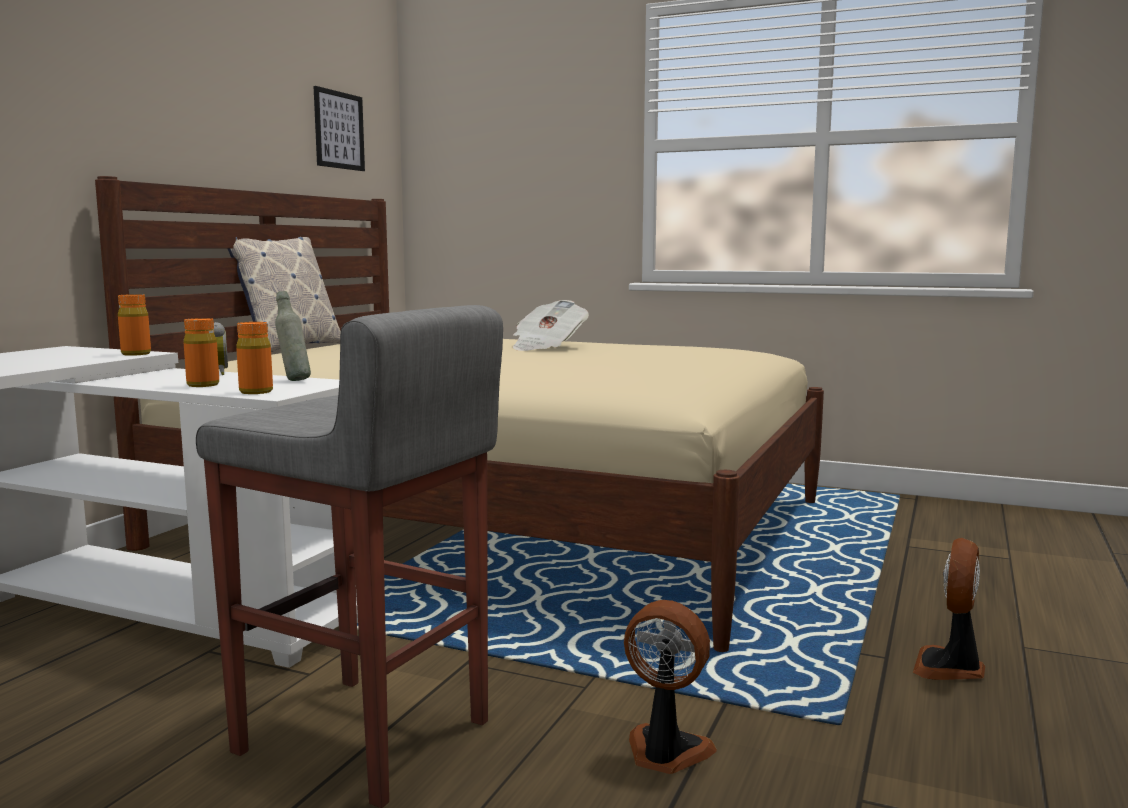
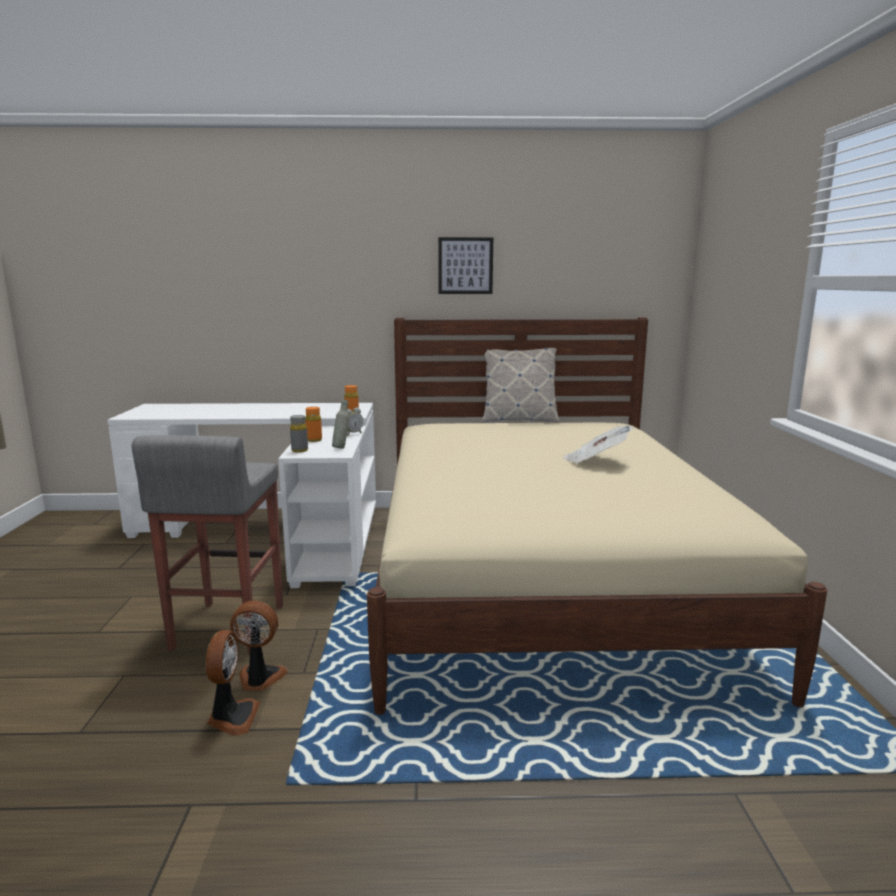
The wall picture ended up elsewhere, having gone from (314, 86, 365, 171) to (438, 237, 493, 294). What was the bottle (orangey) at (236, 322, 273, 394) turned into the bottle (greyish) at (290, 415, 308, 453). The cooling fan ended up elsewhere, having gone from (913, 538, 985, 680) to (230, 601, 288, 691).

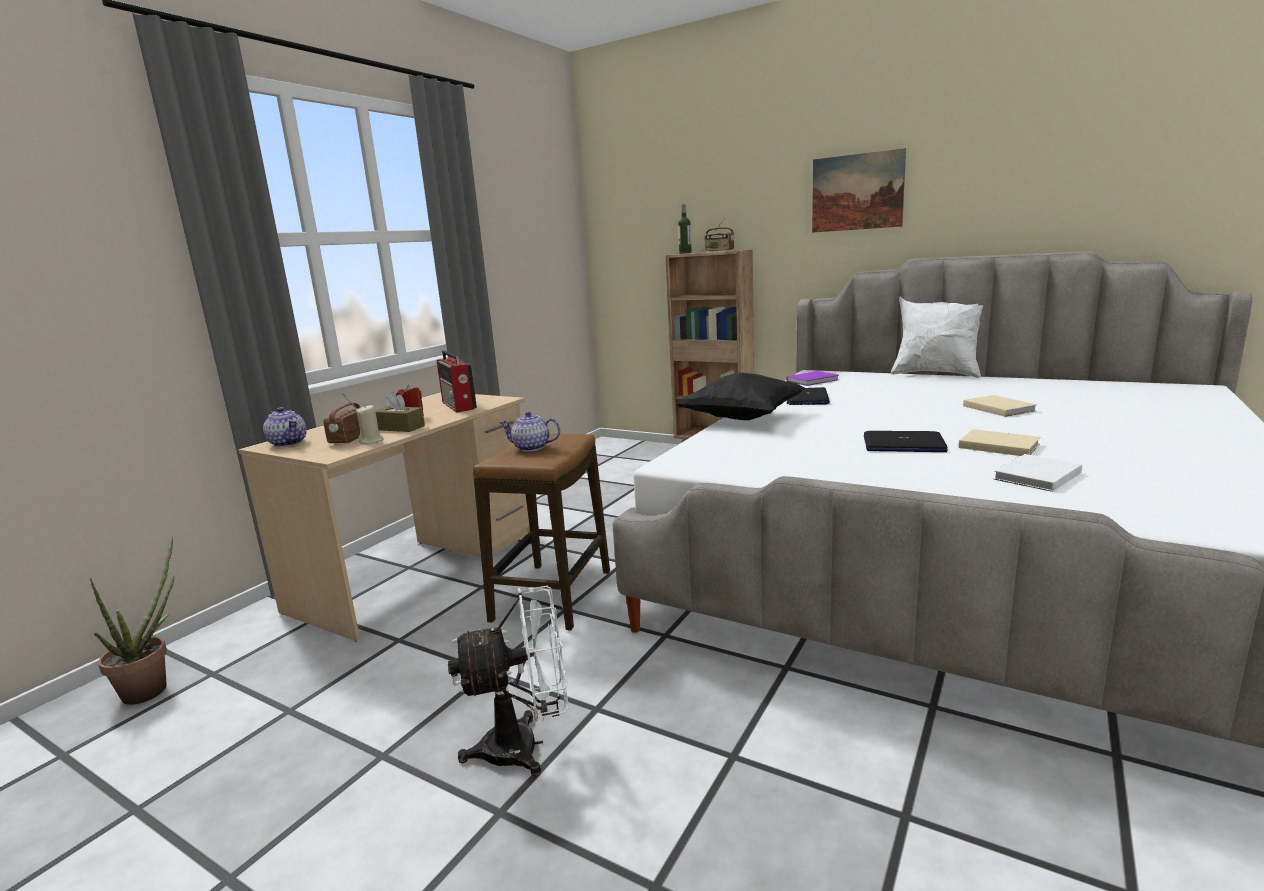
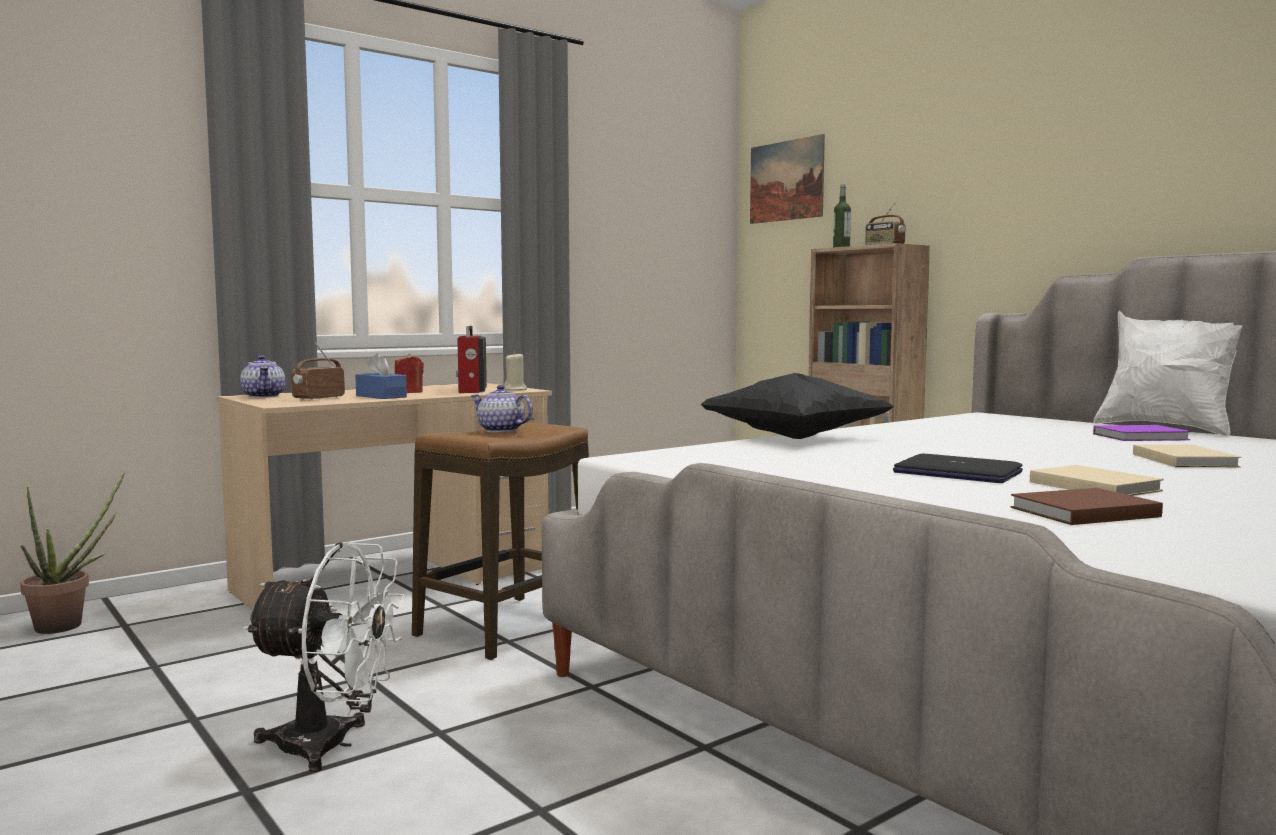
The wall picture ended up elsewhere, having gone from (812, 148, 906, 233) to (750, 134, 825, 224). The bound book (purple) ended up elsewhere, having gone from (787, 371, 839, 386) to (1093, 425, 1191, 441). The second view lost the notebook computer at (787, 387, 830, 405). What was the tissue holder (brownish) at (375, 392, 425, 432) turned into the tissue holder (blue) at (355, 353, 407, 399). The candle (beige-coloured) ended up elsewhere, having gone from (356, 405, 384, 444) to (504, 352, 527, 390). What was the bound book (white) at (993, 454, 1082, 492) turned into the bound book (brownish) at (1010, 488, 1163, 525).

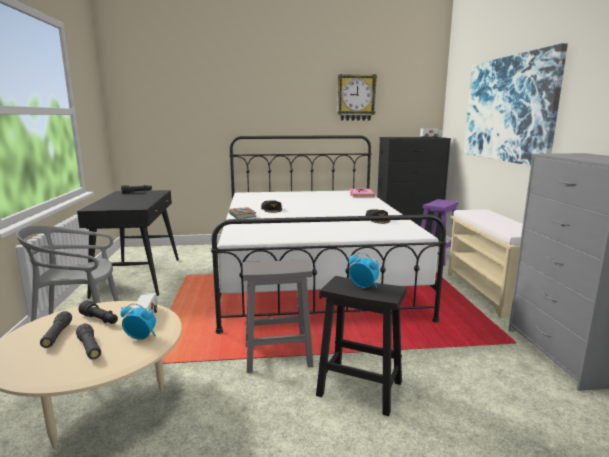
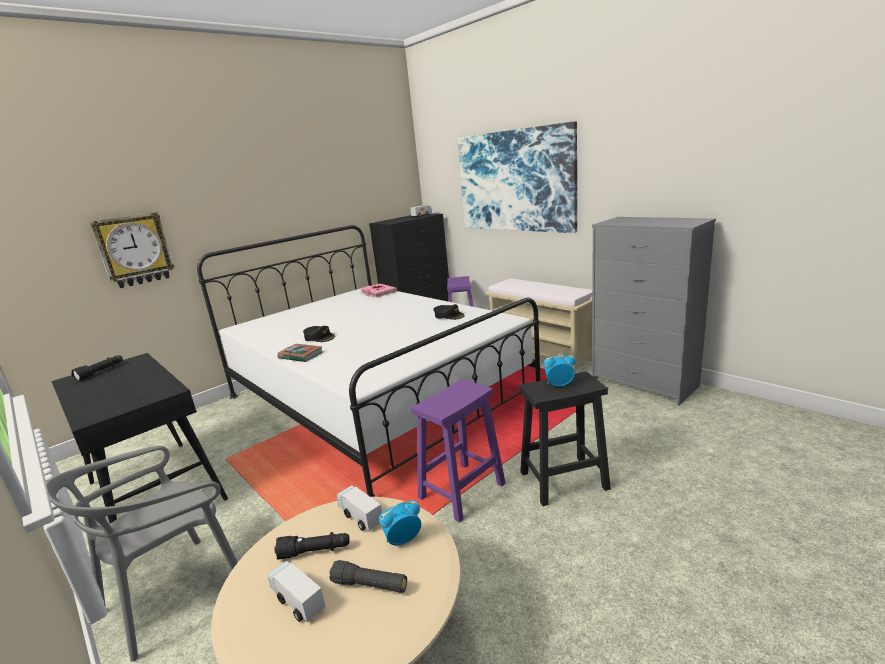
The clock on the wall ended up elsewhere, having gone from (337, 74, 377, 121) to (90, 212, 175, 288). What was the stool seat (greyish) at (242, 259, 313, 373) turned into the stool seat (purple) at (411, 379, 506, 523). Where the torch (black-coloured) stood at (40, 311, 72, 348), the toy truck came to stand at (268, 561, 326, 622).

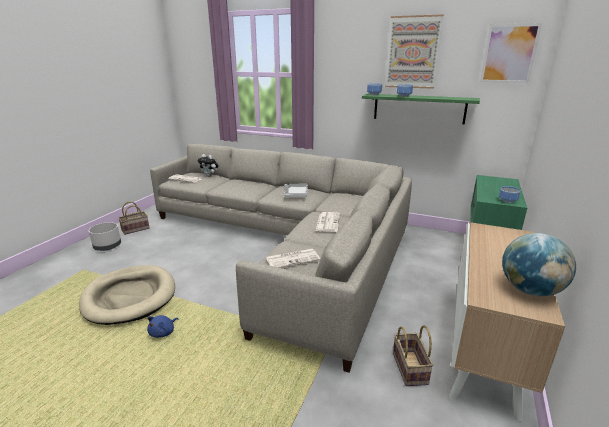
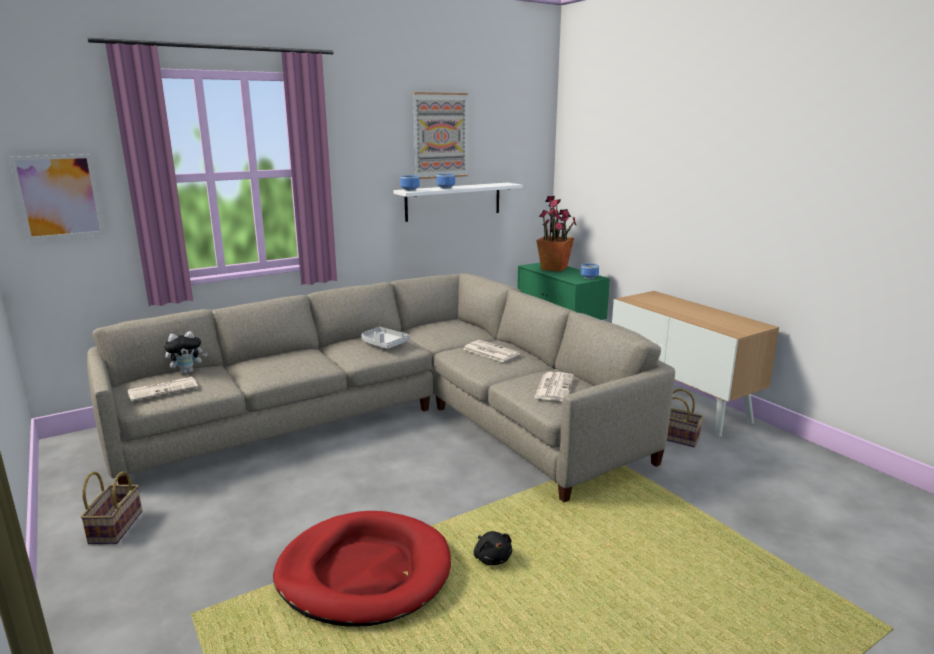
The wall picture ended up elsewhere, having gone from (480, 23, 542, 83) to (10, 154, 105, 241). What was the shelf (green) at (362, 94, 480, 124) turned into the shelf (white) at (393, 182, 523, 222). The second view lost the planter (greyish) at (89, 222, 121, 251). The second view lost the world globe at (502, 233, 576, 296). What was the pet bed (beige-coloured) at (79, 265, 175, 325) turned into the pet bed (red-coloured) at (273, 511, 451, 627). What was the cuddly toy (blue) at (147, 315, 178, 338) turned into the cuddly toy (black-coloured) at (474, 531, 512, 565). The second view gained the potted plant at (536, 196, 576, 272).

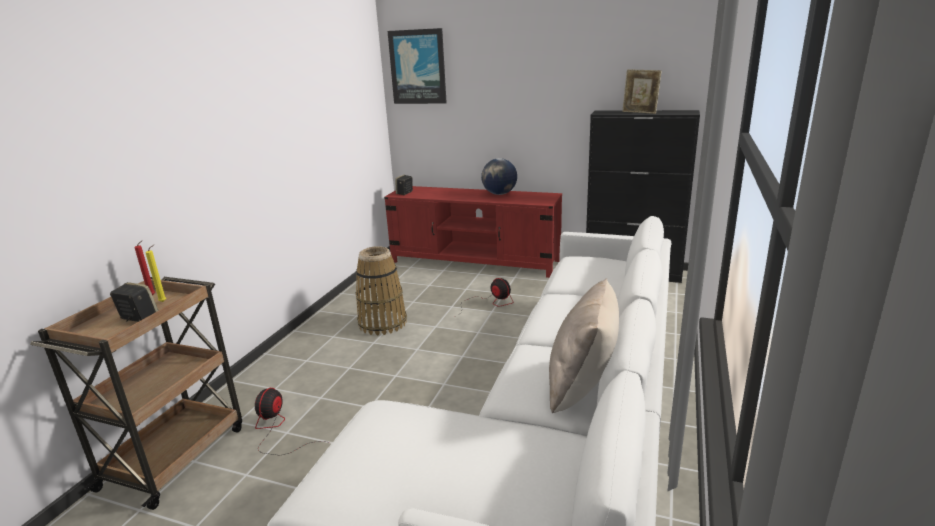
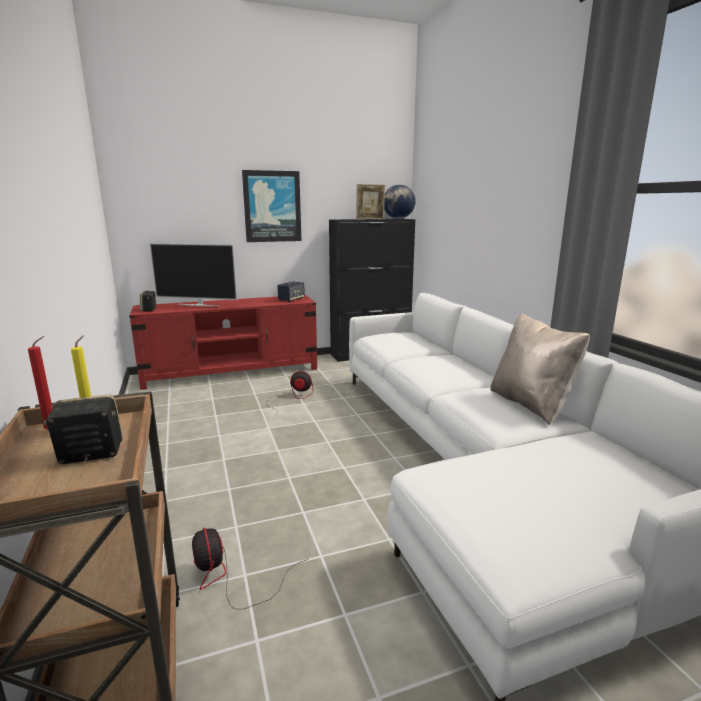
The wall picture ended up elsewhere, having gone from (388, 28, 447, 104) to (242, 170, 301, 242). The world globe ended up elsewhere, having gone from (481, 158, 517, 195) to (384, 184, 416, 219). The second view lost the household basket at (356, 246, 407, 335). The second view gained the TV set at (149, 243, 237, 306). The second view gained the speaker at (277, 282, 305, 302).

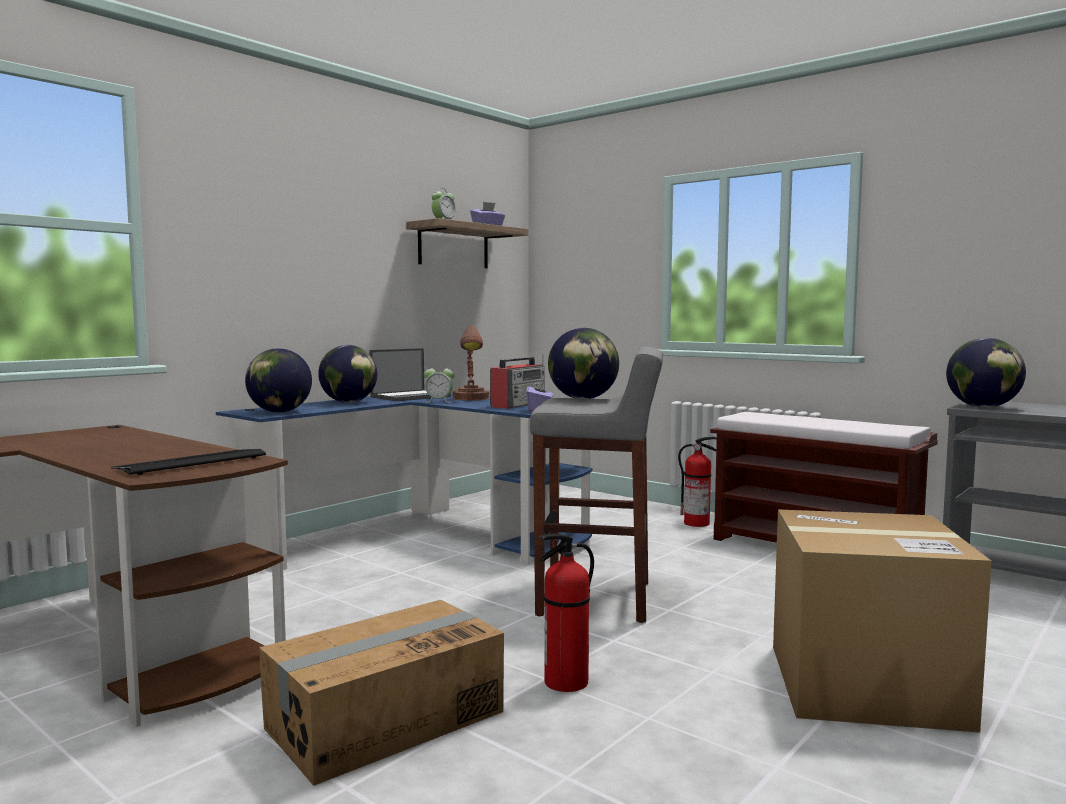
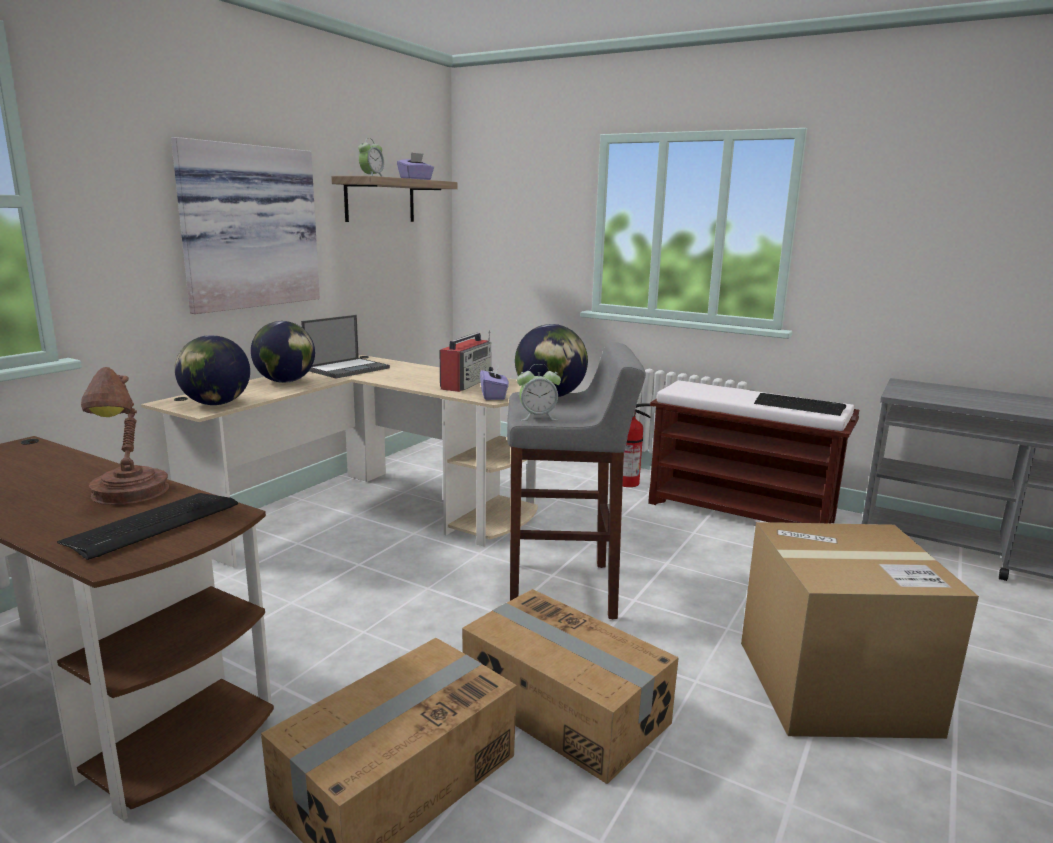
The table lamp (brownish) ended up elsewhere, having gone from (452, 325, 490, 401) to (81, 367, 169, 505). The second view lost the world globe at (946, 338, 1026, 408). The table clock ended up elsewhere, having gone from (424, 364, 455, 403) to (517, 364, 561, 421). What was the desk unit (blue) at (216, 392, 593, 570) turned into the desk unit (beige-coloured) at (141, 355, 538, 568). Where the extinguisher stood at (539, 534, 594, 692), the carton came to stand at (462, 589, 679, 784). The second view gained the wall picture at (171, 137, 320, 314). The second view gained the computer keyboard at (754, 393, 846, 416).

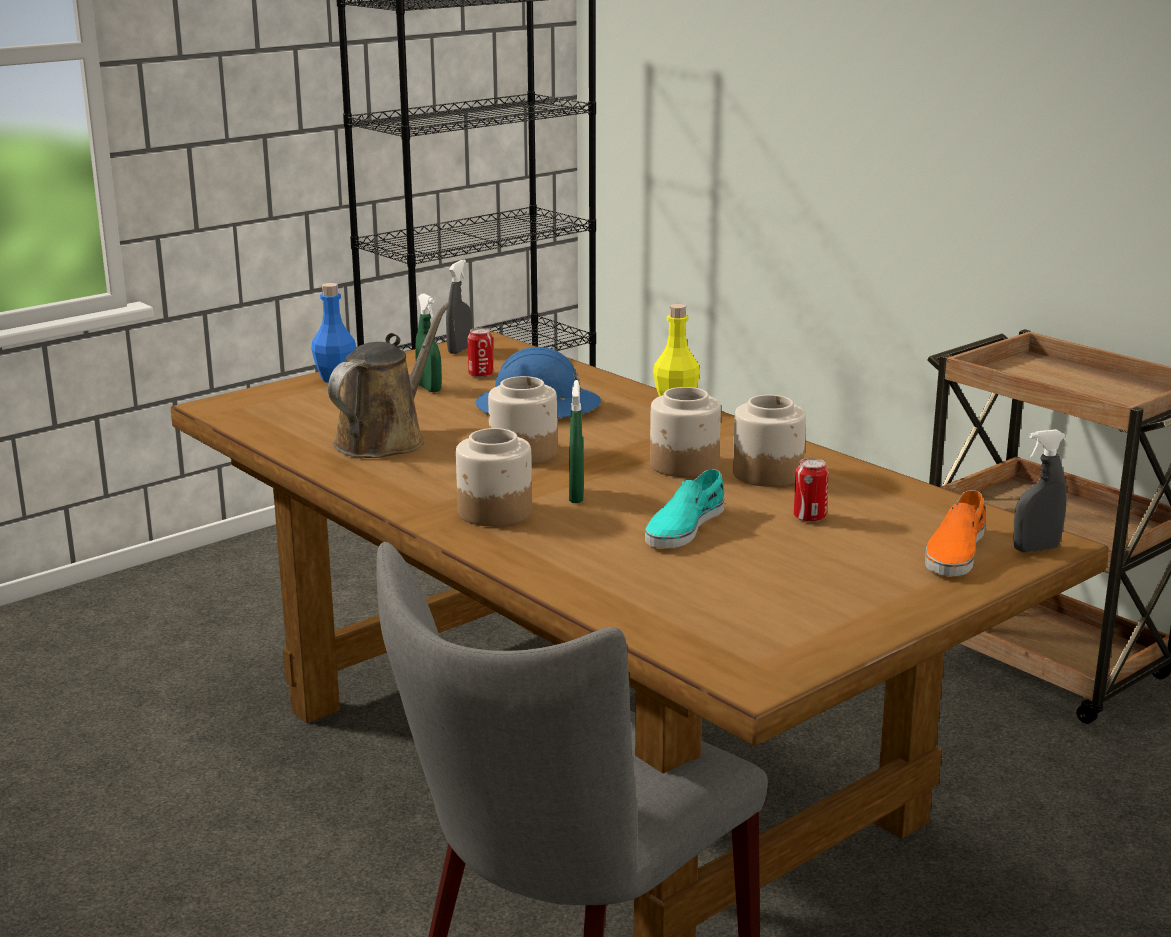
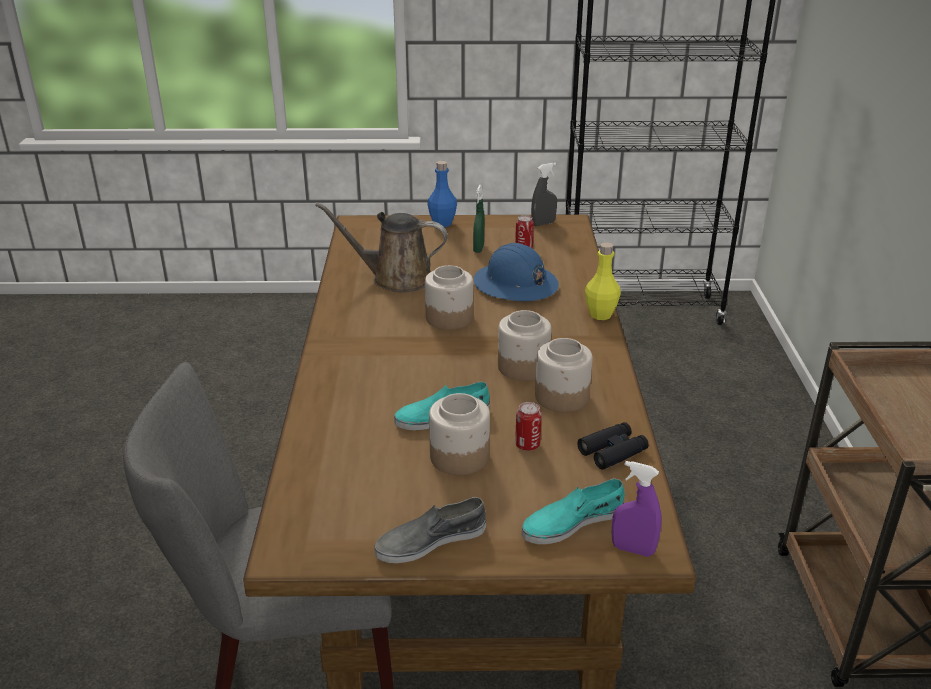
The watering pot (brownish) at (328, 302, 450, 458) ended up facing another way, 150 degrees counterclockwise from before. The second view lost the sprayer (green) at (569, 380, 584, 503). The preserve jar ended up elsewhere, having gone from (456, 428, 532, 527) to (429, 393, 490, 475). What was the sprayer (greyish) at (1013, 429, 1067, 552) turned into the sprayer (purple) at (612, 461, 662, 557). What was the shoe (orangey) at (925, 490, 986, 576) turned into the shoe (turquoise-coloured) at (522, 478, 625, 544). The second view gained the field glasses (black-coloured) at (577, 422, 649, 470). The second view gained the shoe (greyish) at (375, 497, 486, 563).

